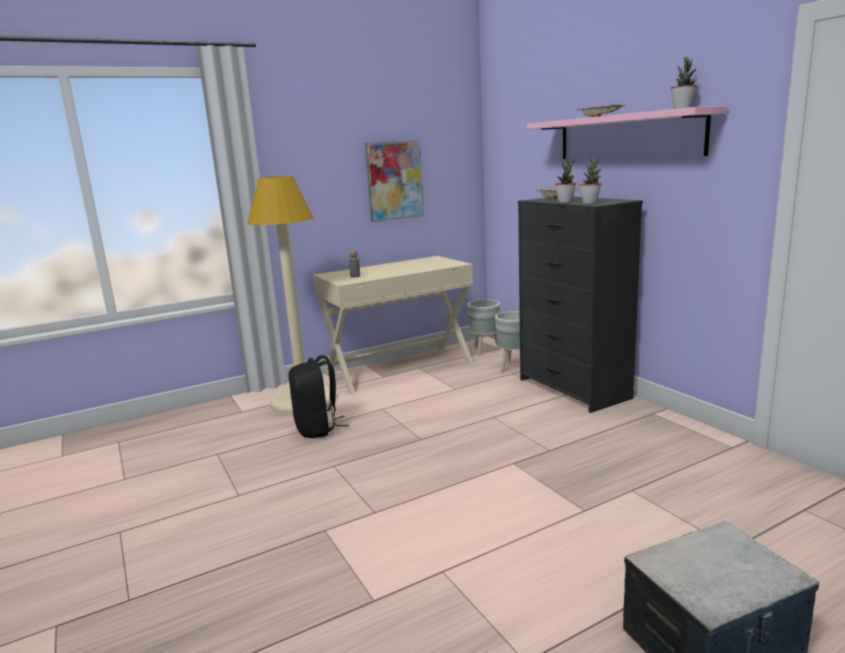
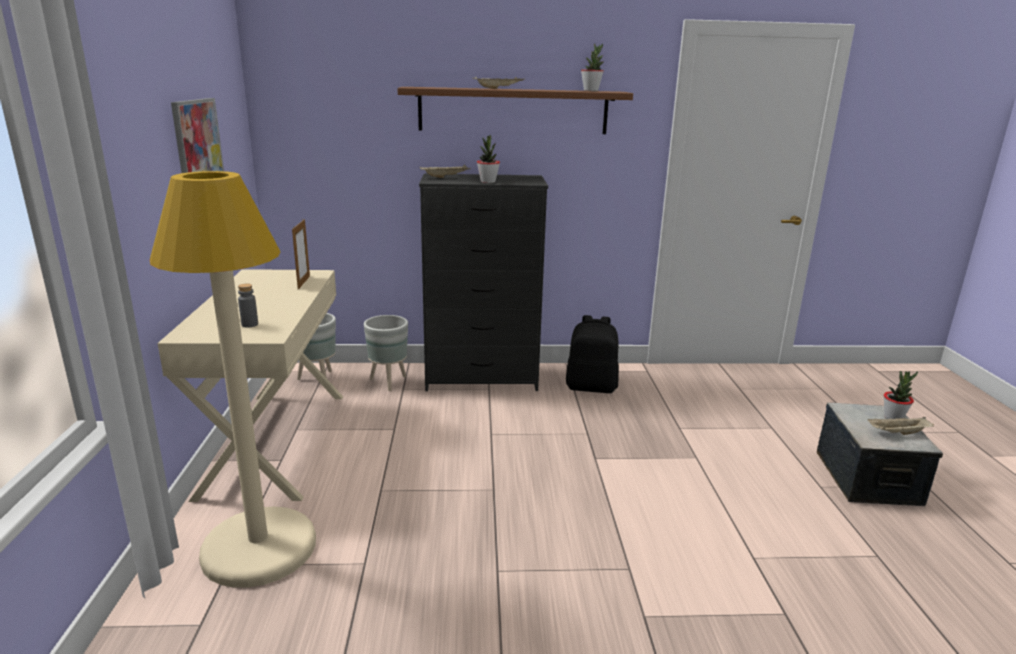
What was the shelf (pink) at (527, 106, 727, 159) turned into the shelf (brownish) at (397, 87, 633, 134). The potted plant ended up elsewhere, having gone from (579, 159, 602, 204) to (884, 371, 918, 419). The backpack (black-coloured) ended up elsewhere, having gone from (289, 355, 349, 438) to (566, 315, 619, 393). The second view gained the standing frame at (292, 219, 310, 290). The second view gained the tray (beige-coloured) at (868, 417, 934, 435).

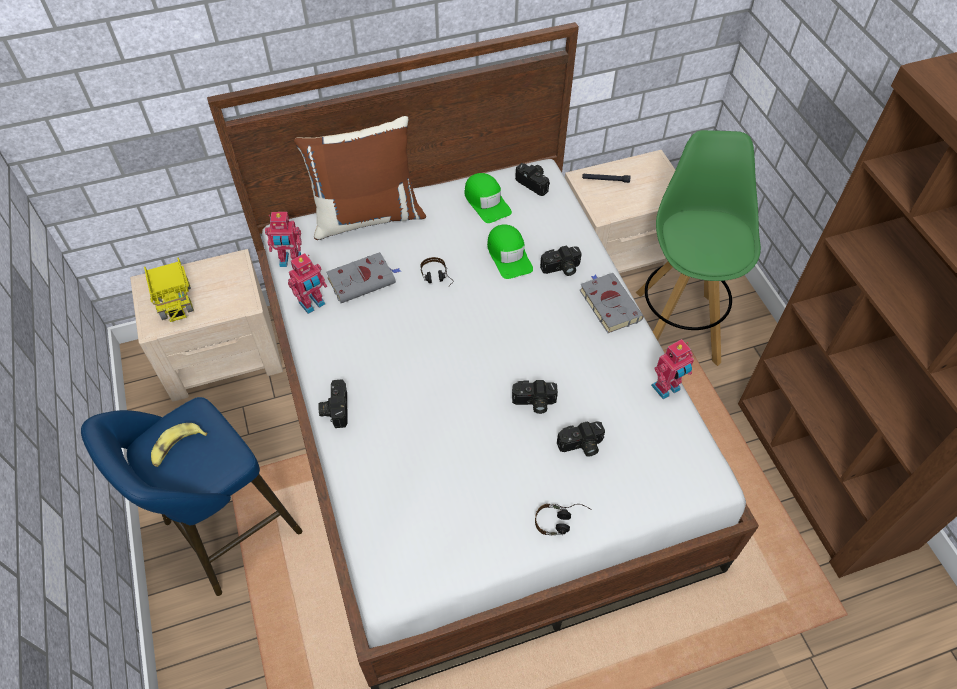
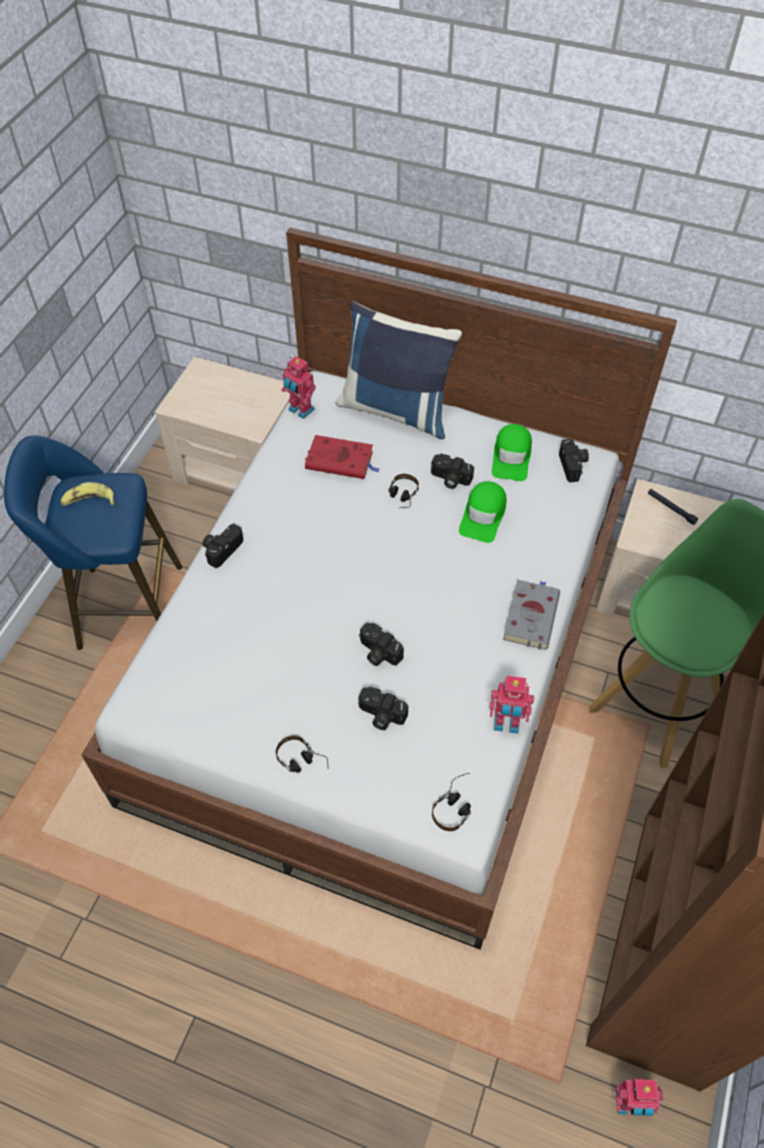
What was the pillow (brownish) at (294, 116, 426, 240) turned into the pillow (blue) at (336, 301, 462, 440). The photo camera ended up elsewhere, having gone from (540, 246, 582, 276) to (431, 454, 474, 489). What was the bound book (greyish) at (326, 252, 400, 303) turned into the bound book (red-coloured) at (305, 435, 380, 479). The toy robot ended up elsewhere, having gone from (288, 253, 327, 314) to (615, 1078, 664, 1116). The second view lost the toy truck at (144, 257, 194, 322). The second view gained the headphones at (432, 773, 471, 831).

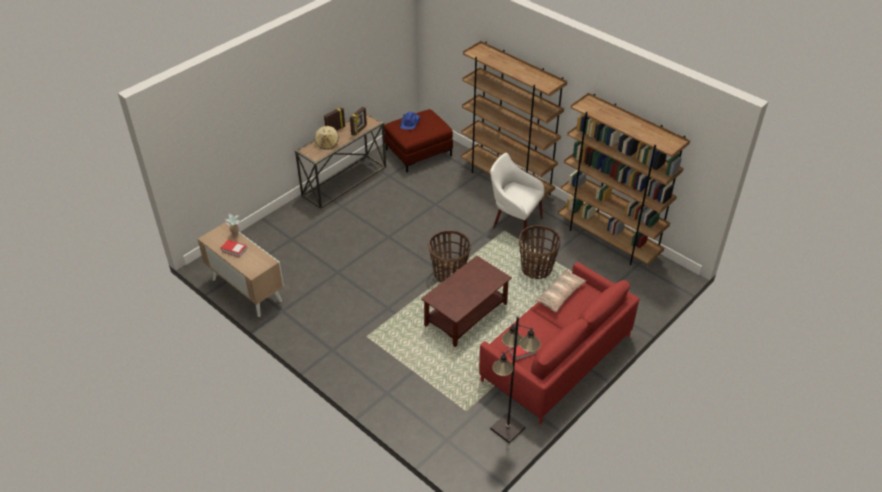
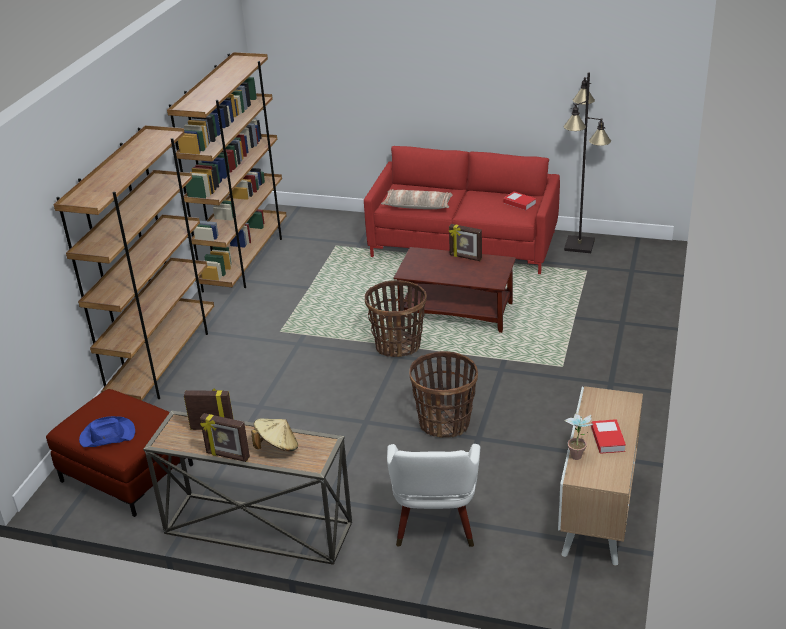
The armchair (white) ended up elsewhere, having gone from (490, 153, 544, 239) to (387, 444, 480, 547). The household basket ended up elsewhere, having gone from (519, 225, 561, 279) to (409, 351, 478, 438). The second view gained the standing frame at (449, 224, 482, 261).

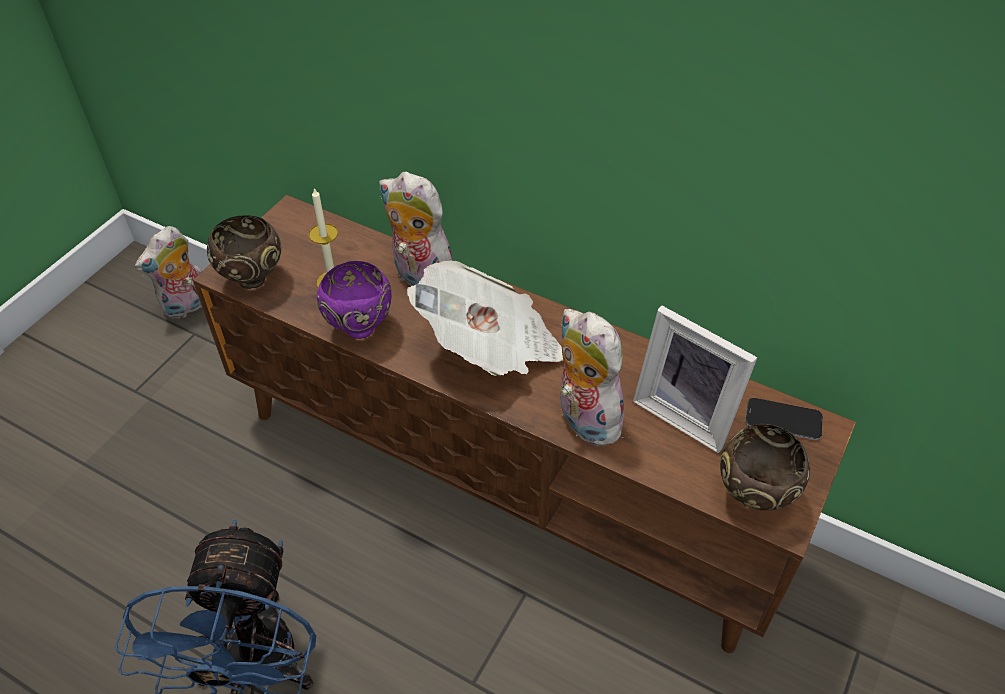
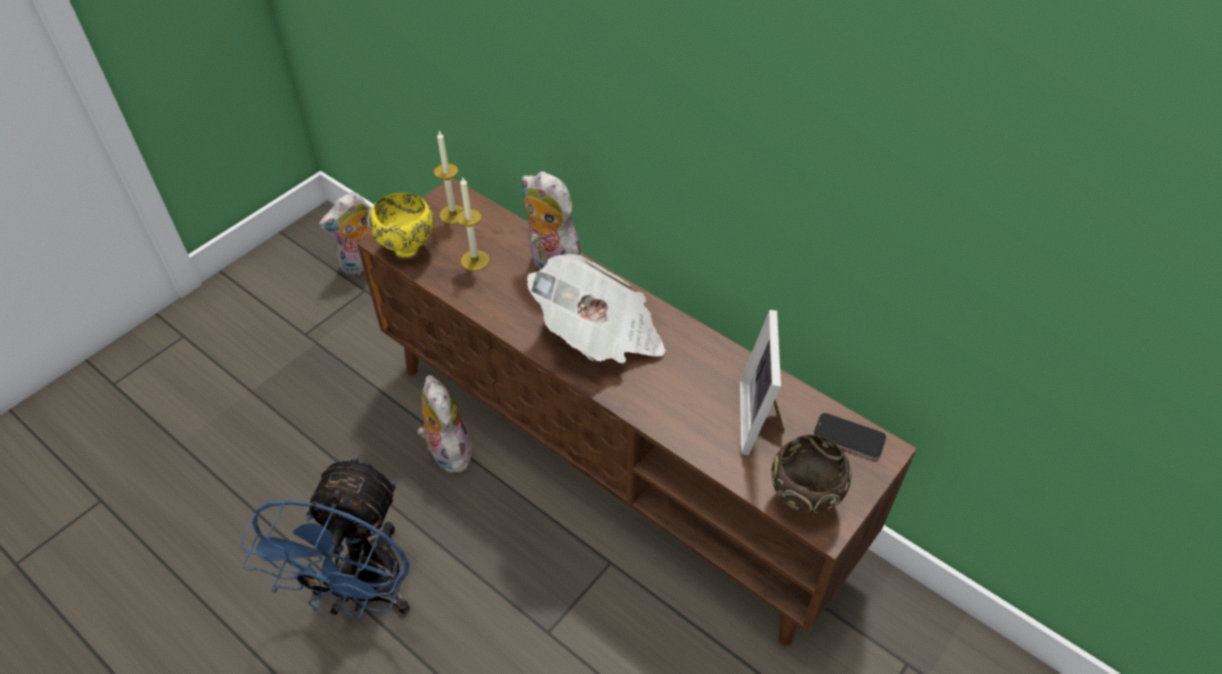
What was the serving bowl (brownish) at (207, 215, 281, 289) turned into the serving bowl (yellow) at (369, 192, 434, 257). The second view lost the serving bowl (purple) at (317, 261, 391, 339). The standing frame at (633, 306, 757, 453) ended up facing another way, 45 degrees clockwise from before. The cuddly toy ended up elsewhere, having gone from (561, 309, 625, 446) to (417, 375, 474, 473). The second view gained the candle at (434, 131, 464, 224).

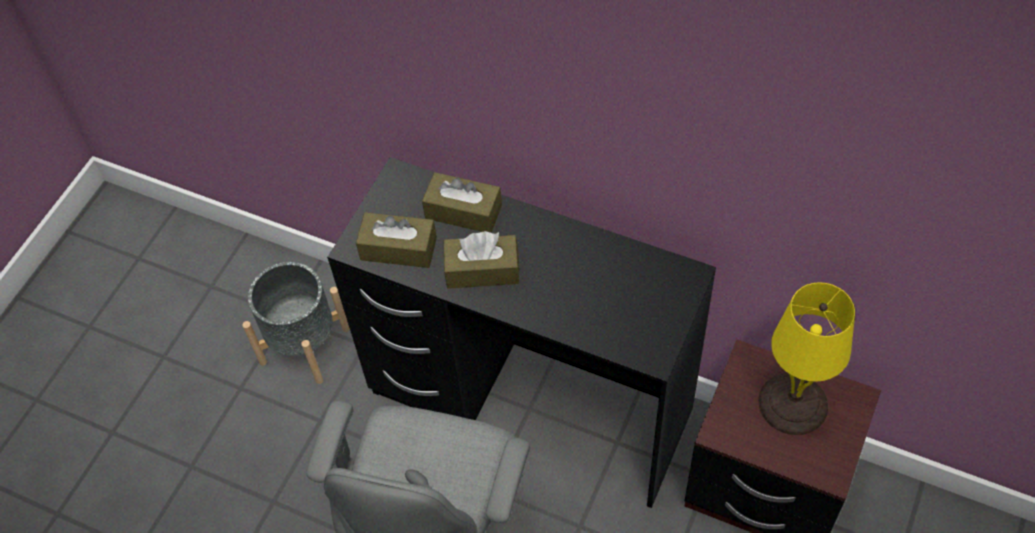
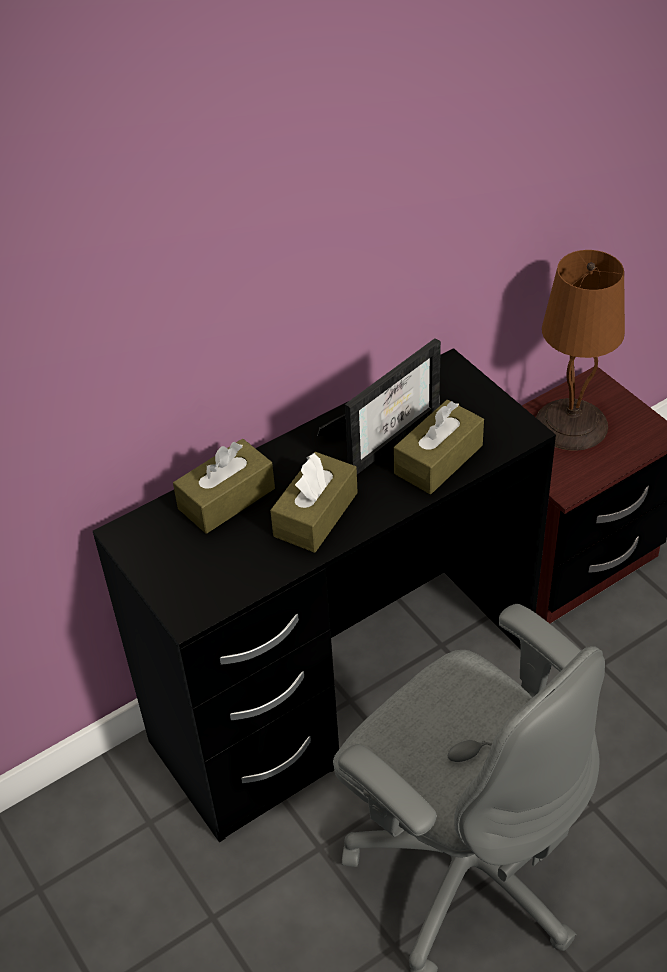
The tissue holder (brownish) ended up elsewhere, having gone from (356, 212, 437, 268) to (394, 400, 484, 494). The second view lost the planter (greyish) at (242, 262, 350, 384). What was the table lamp (yellow) at (758, 282, 855, 435) turned into the table lamp (brownish) at (536, 250, 625, 451). The second view gained the standing frame at (317, 338, 441, 474).

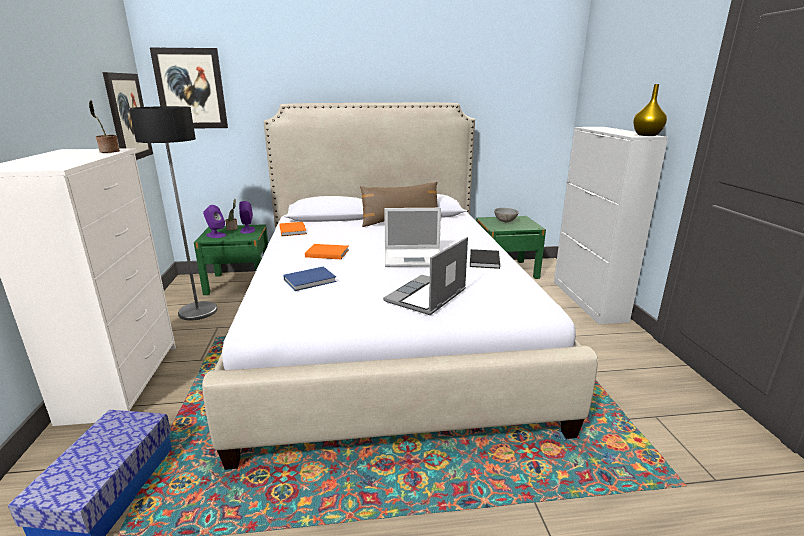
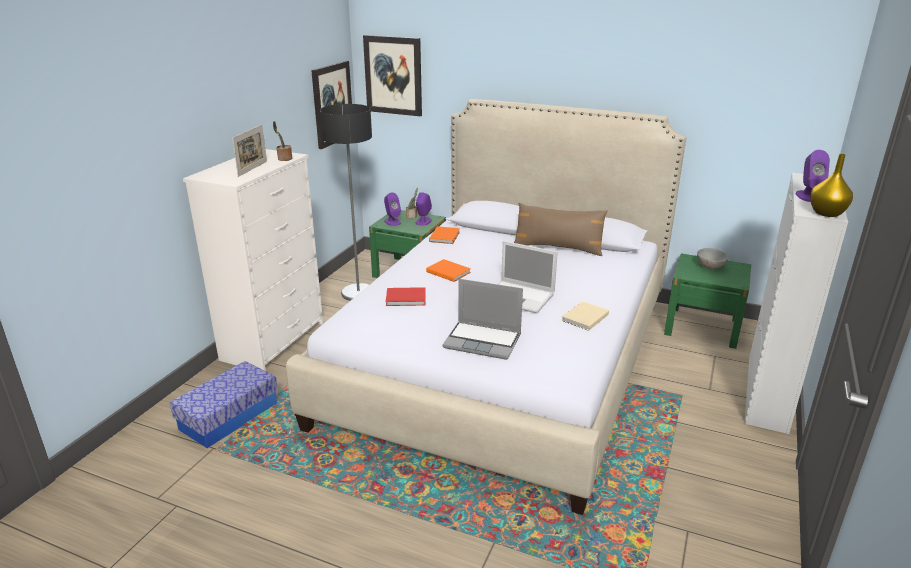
The notebook computer at (383, 237, 468, 315) ended up facing another way, 135 degrees counterclockwise from before. What was the bound book (black-coloured) at (470, 249, 500, 269) turned into the bound book (beige-coloured) at (561, 301, 609, 331). What was the bound book (blue) at (283, 266, 337, 291) turned into the bound book (red-coloured) at (386, 287, 426, 306). The second view gained the standing frame at (232, 125, 267, 177). The second view gained the speaker (purple) at (795, 150, 830, 202).

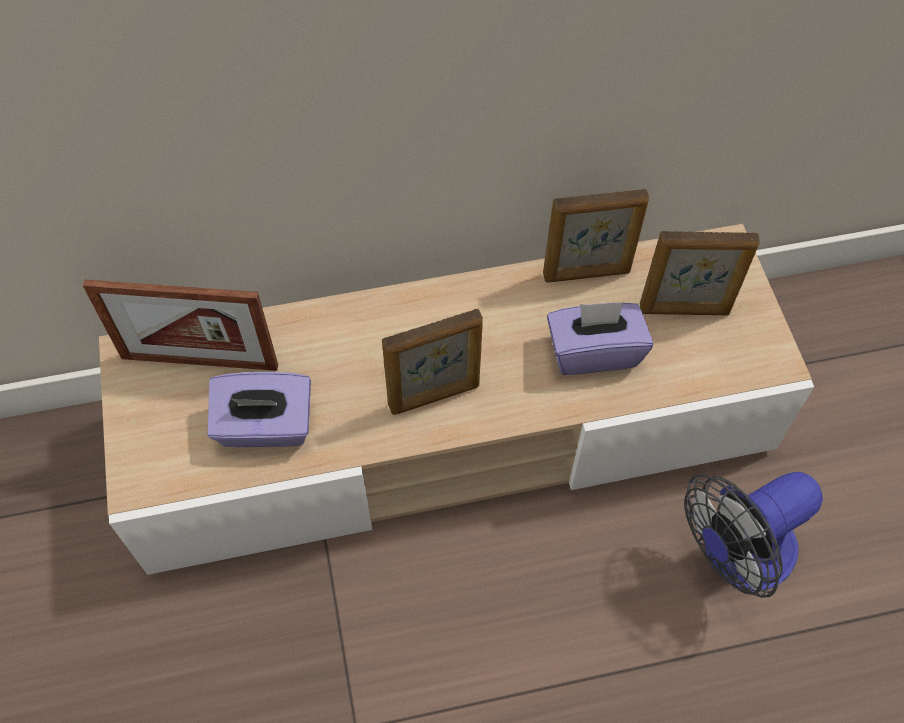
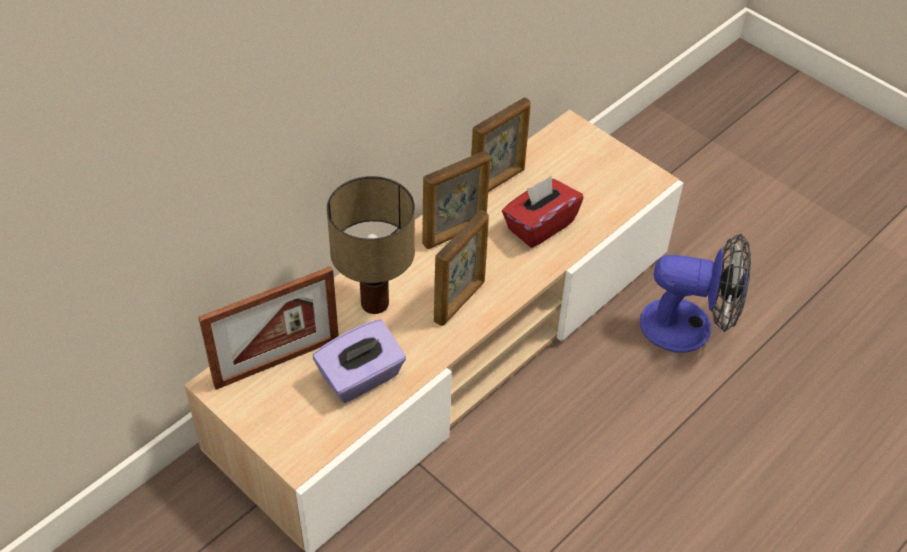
The standing frame ended up elsewhere, having gone from (640, 231, 760, 315) to (422, 150, 490, 249). What was the tissue holder (purple) at (547, 302, 653, 375) turned into the tissue holder (red-coloured) at (502, 176, 584, 248). The cooling fan at (684, 472, 823, 598) ended up facing another way, 105 degrees counterclockwise from before. The second view gained the table lamp at (327, 176, 415, 314).

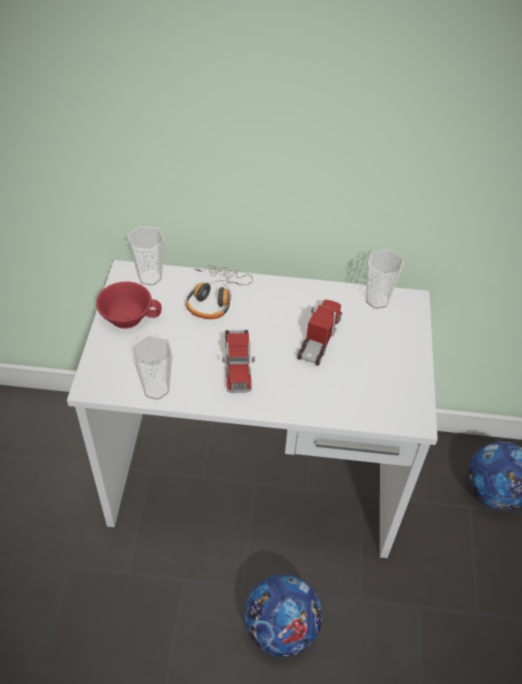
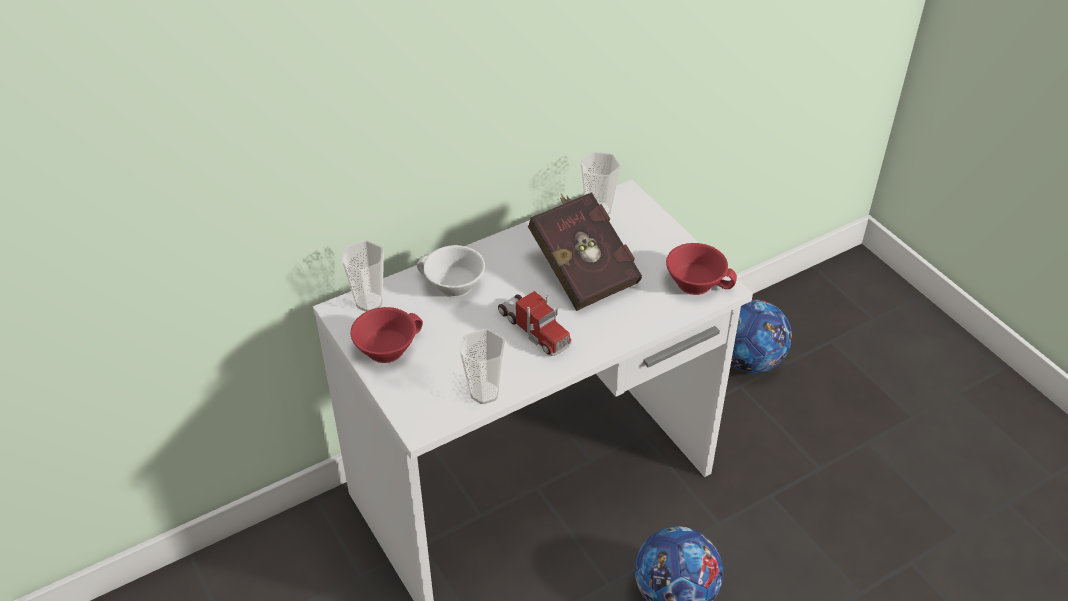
Where the headphones stood at (186, 265, 253, 319), the cup (white) came to stand at (417, 245, 485, 297). Where the toy truck stood at (297, 300, 342, 366), the bound book (red-coloured) came to stand at (528, 192, 642, 311). The second view gained the cup (red-coloured) at (666, 243, 737, 295).

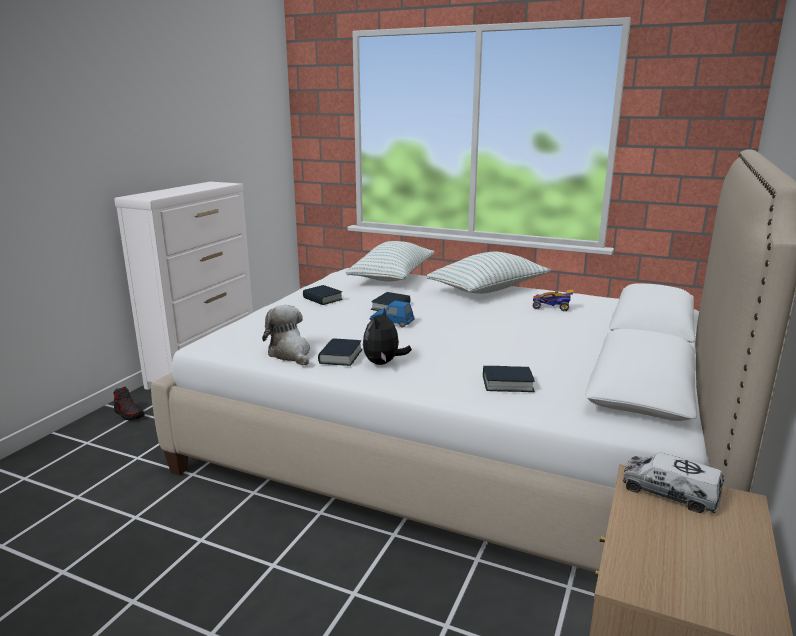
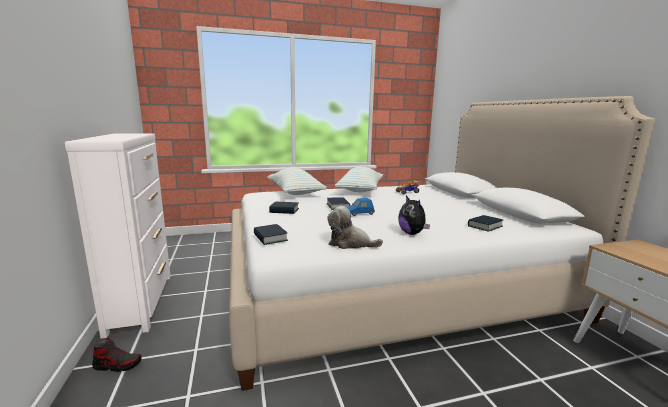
The bound book ended up elsewhere, having gone from (318, 338, 363, 366) to (254, 224, 288, 245). The second view lost the toy truck at (623, 452, 723, 513).

